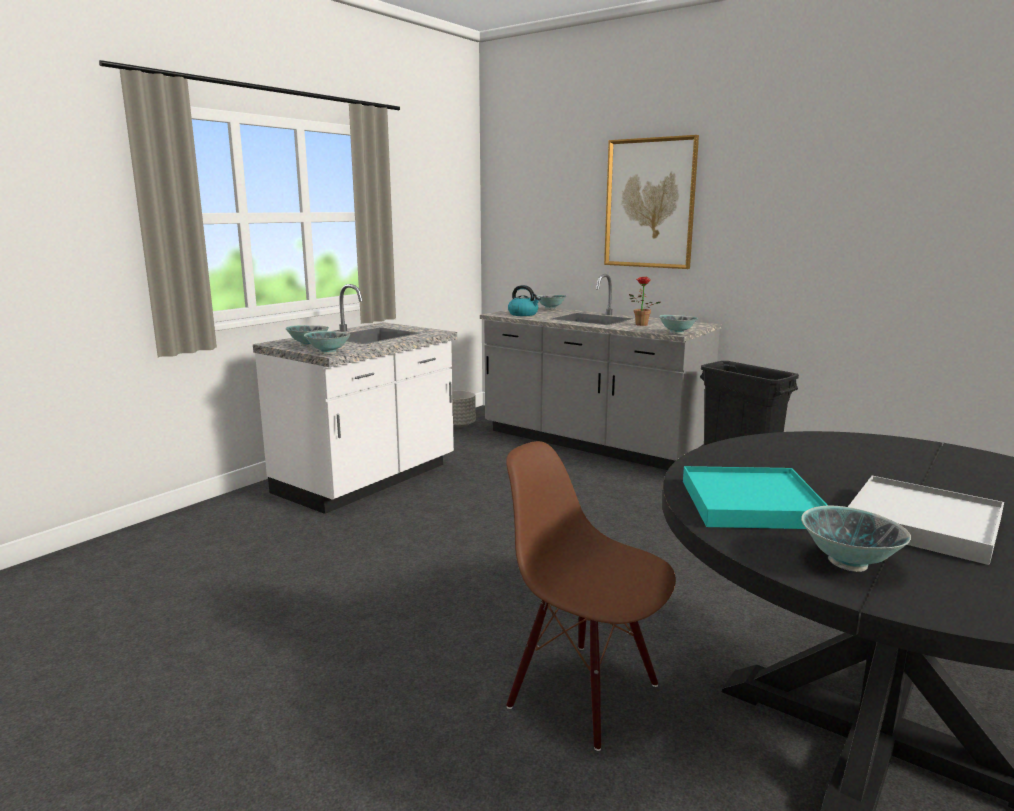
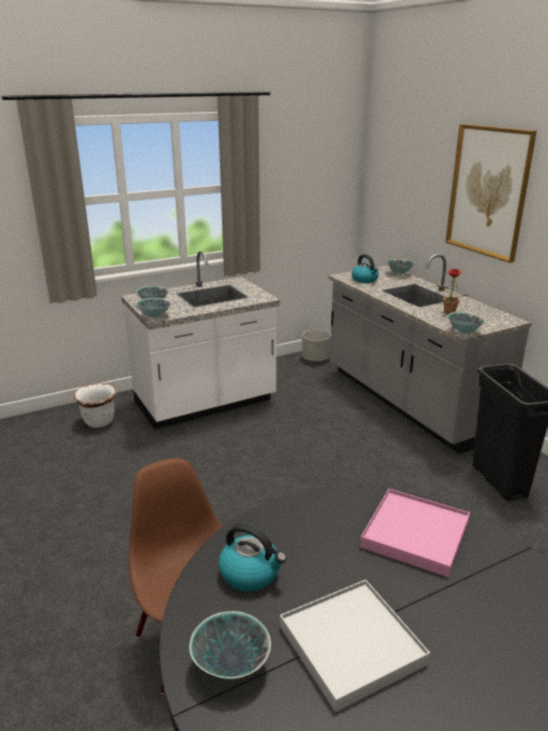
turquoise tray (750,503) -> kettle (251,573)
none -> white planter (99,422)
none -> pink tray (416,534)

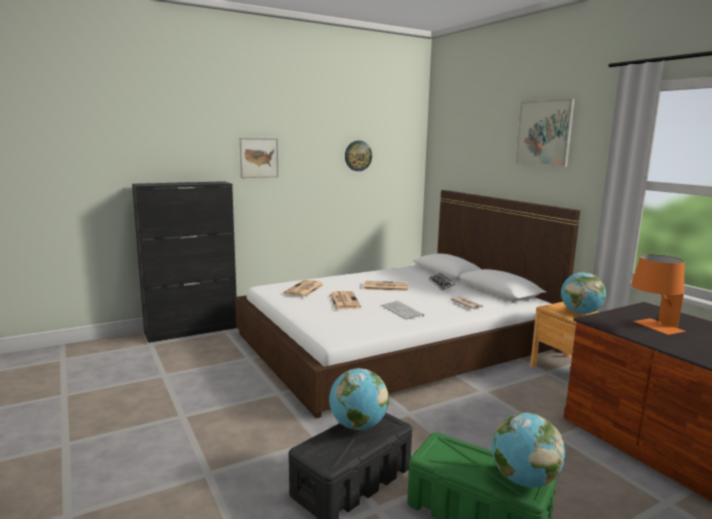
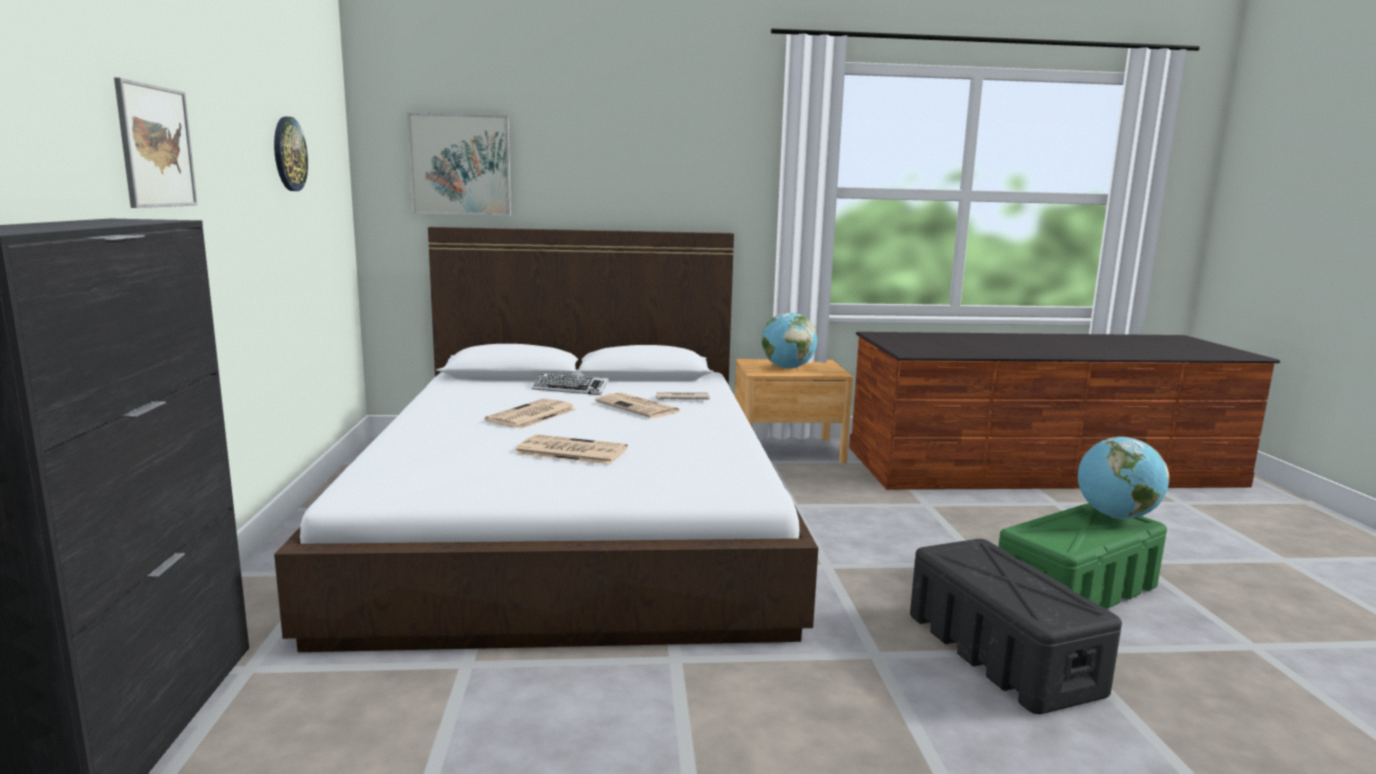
newspaper (304,289) -> newspaper (639,407), shifted
globe (357,426) -> none
keyboard (403,311) -> none
picture (544,133) -> picture (460,165), shifted
orange table lamp (652,327) -> none

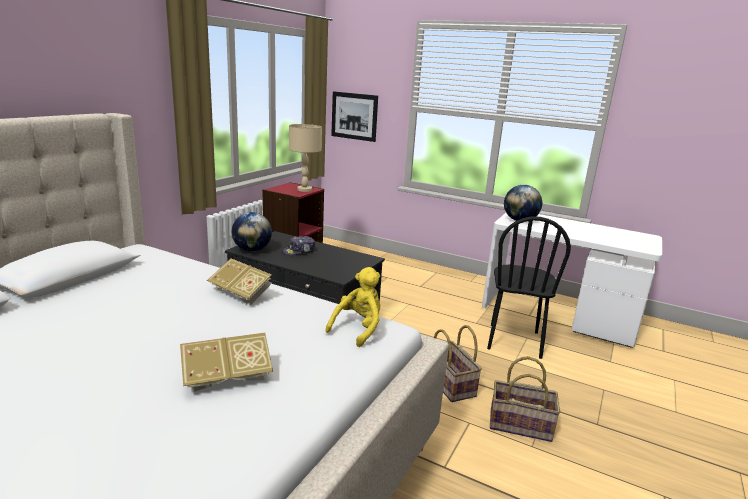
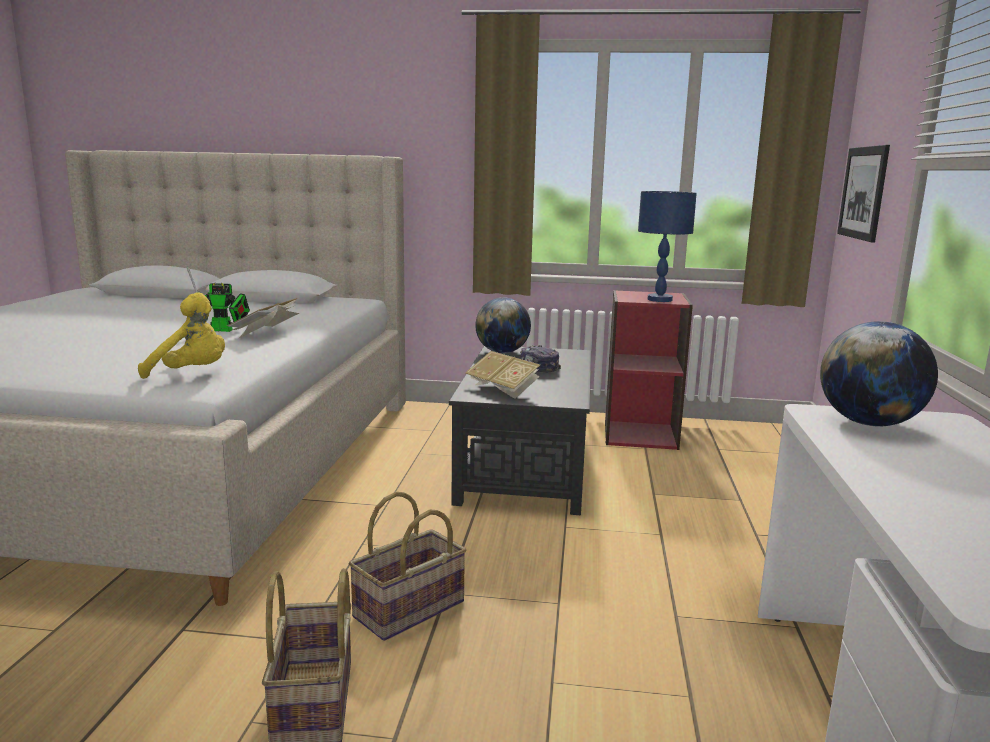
book (227,378) -> book (503,389), shifted
beige table lamp (305,190) -> blue table lamp (660,300)
black chair (514,340) -> none
none -> toy robot (225,330)

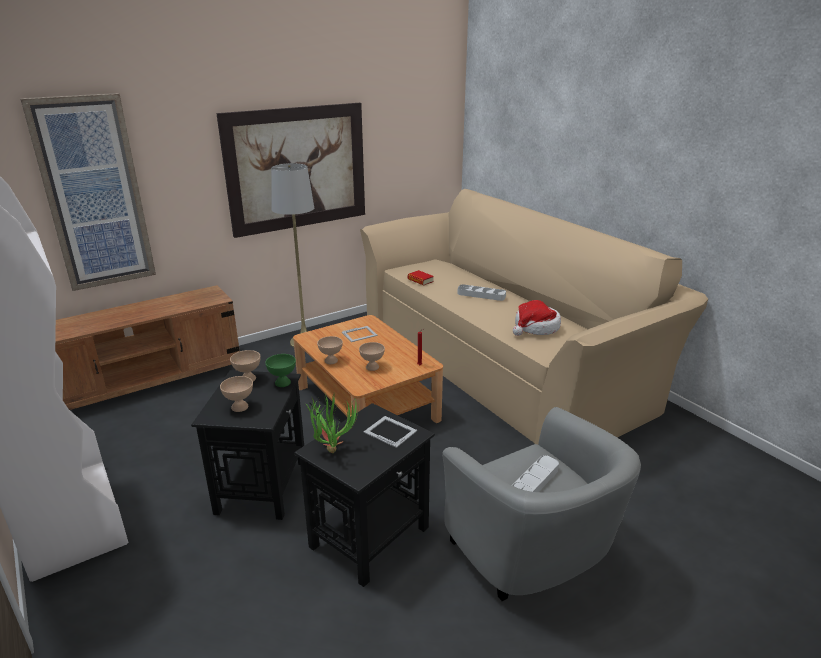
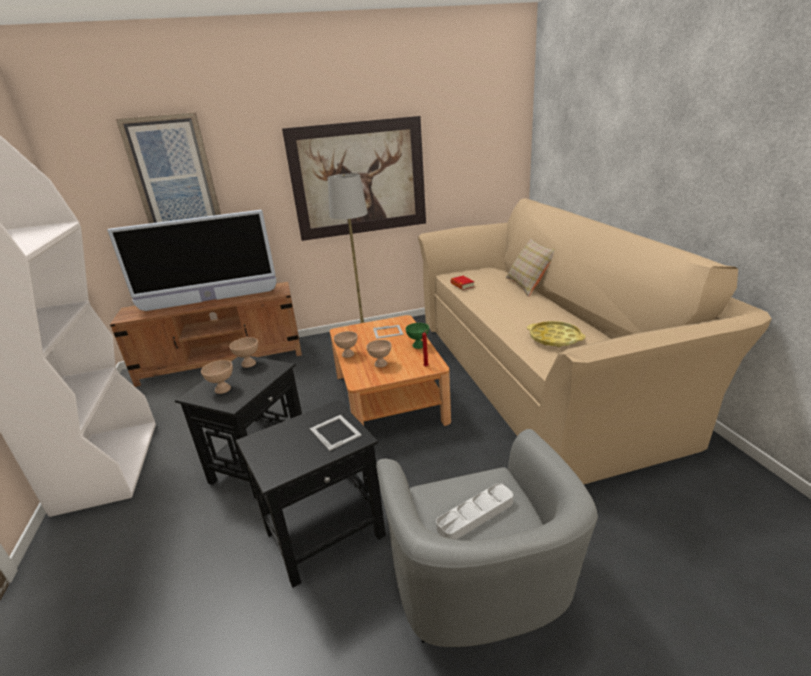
green bowl (283,383) -> green bowl (418,346), shifted
potted plant (332,447) -> none
grey tray (481,295) -> none
hat (536,327) -> yellow tray (554,338)
none -> television (209,300)
none -> beige pillow (529,285)

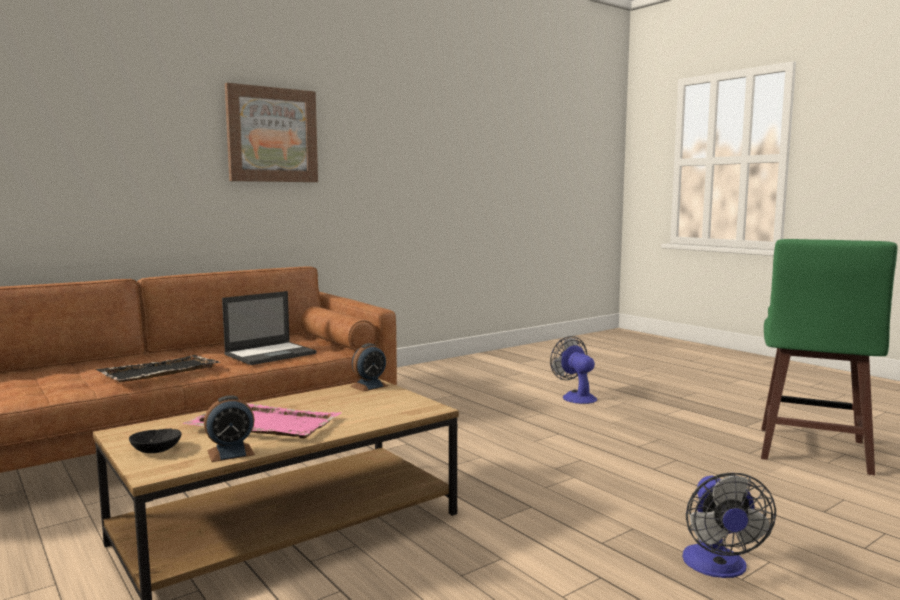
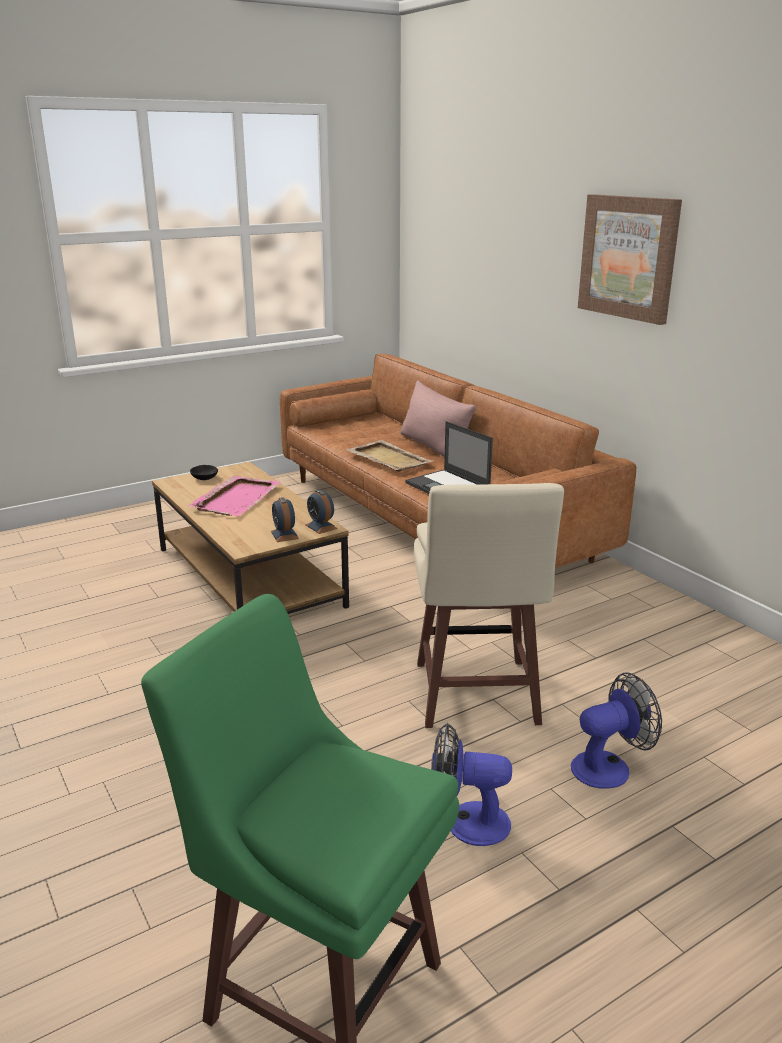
black tray (158,372) -> beige tray (388,458)
alarm clock (230,453) -> alarm clock (284,535), shifted
fan (718,567) -> fan (466,822), shifted
none -> pink pillow (433,447)
none -> beige stool (475,696)

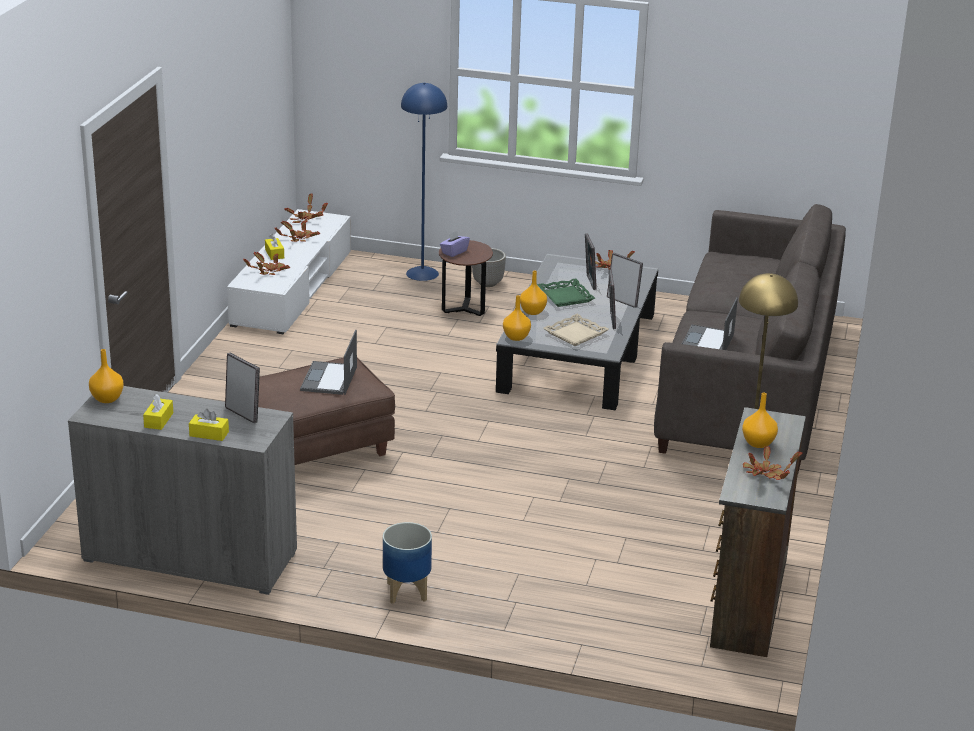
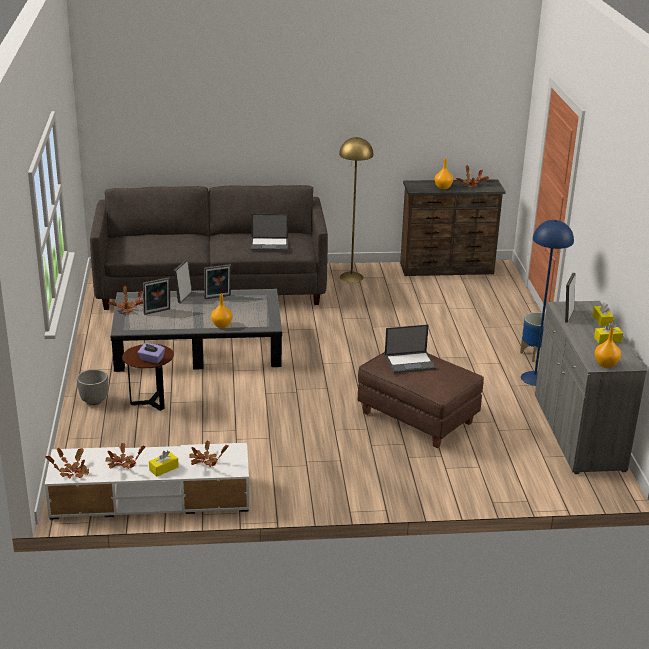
blue floor lamp (422,273) -> blue floor lamp (534,378), shifted
orange vase (516,337) -> none
green tray (565,297) -> none
beige tray (575,334) -> none

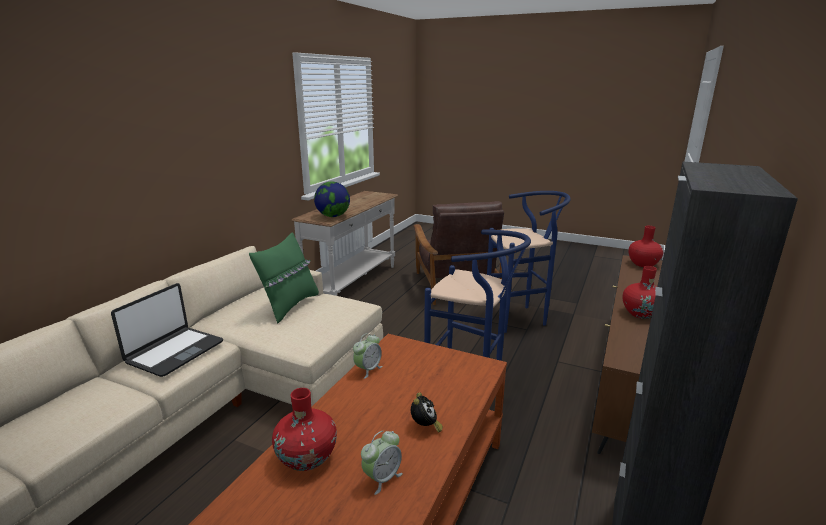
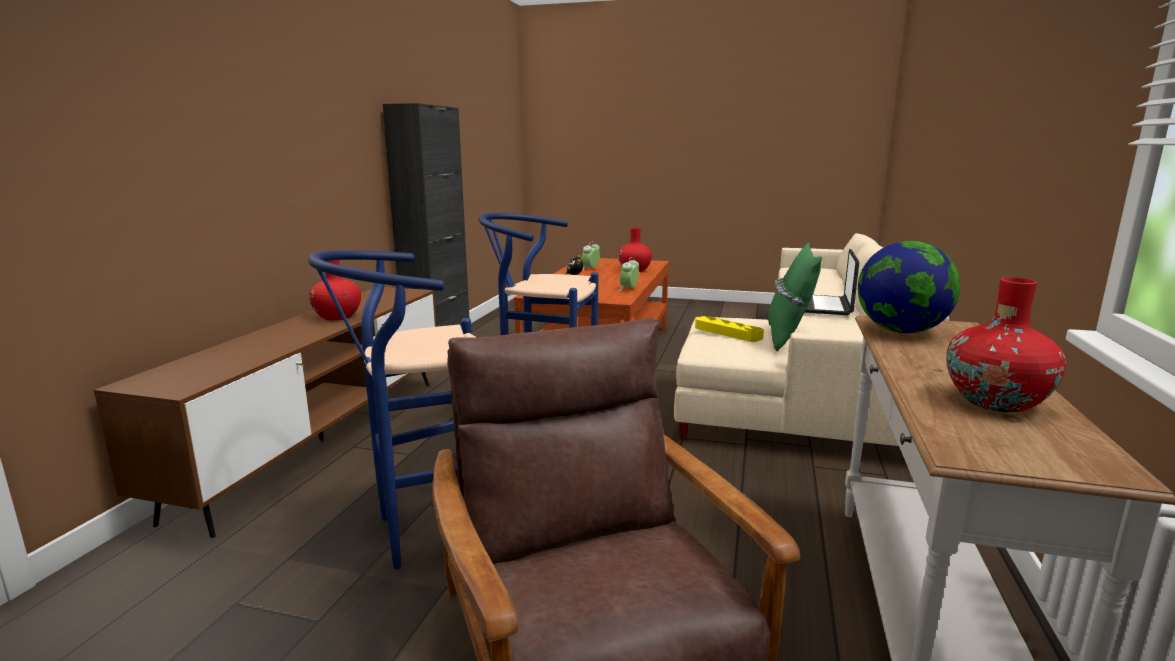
red vase (643,264) -> red vase (996,401), shifted
none -> yellow tray (728,333)

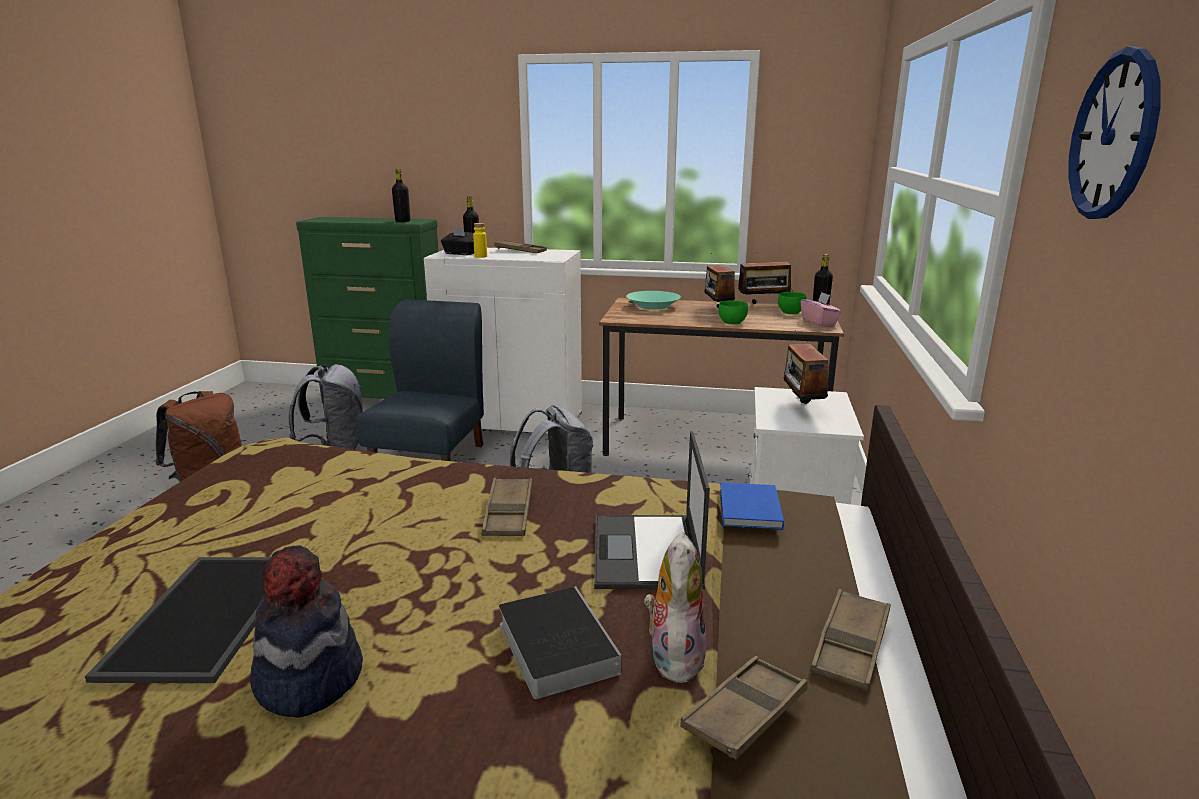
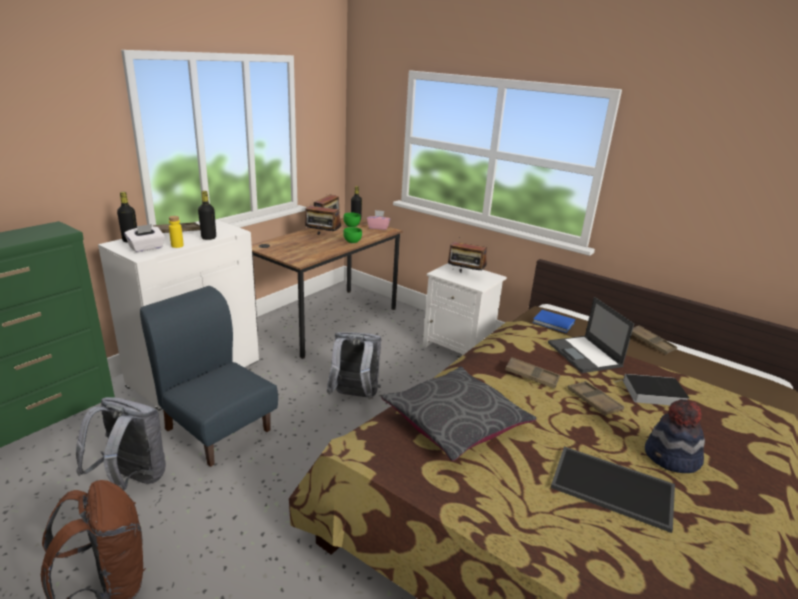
black bottle (402,221) -> black bottle (209,238), shifted
black tissue box (460,253) -> white tissue box (147,248)
laptop (647,553) -> laptop (585,355), 45 degrees clockwise
turquoise bowl (653,306) -> none
plush toy (673,656) -> none
brown tray (745,713) -> brown tray (593,401), shifted
wall clock (1113,136) -> none
none -> grey pillow (455,421)

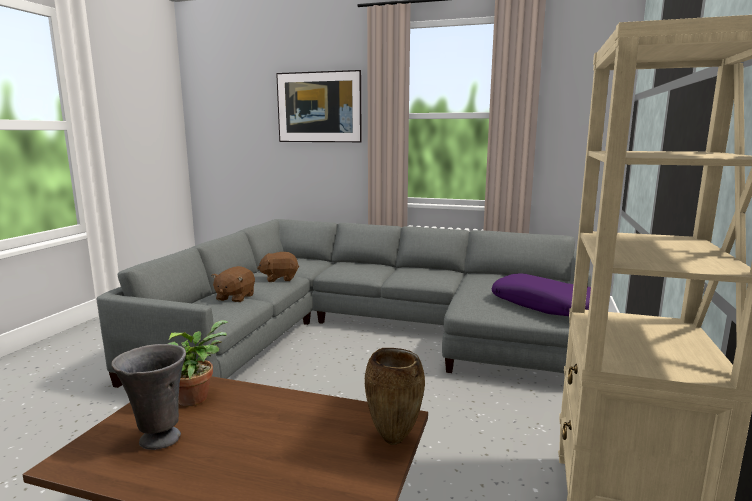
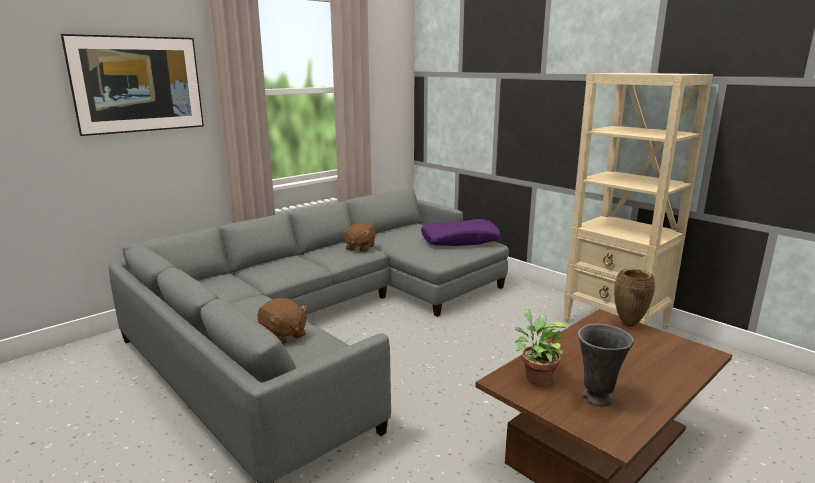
brown plush toy (279,278) -> brown plush toy (360,248), shifted

